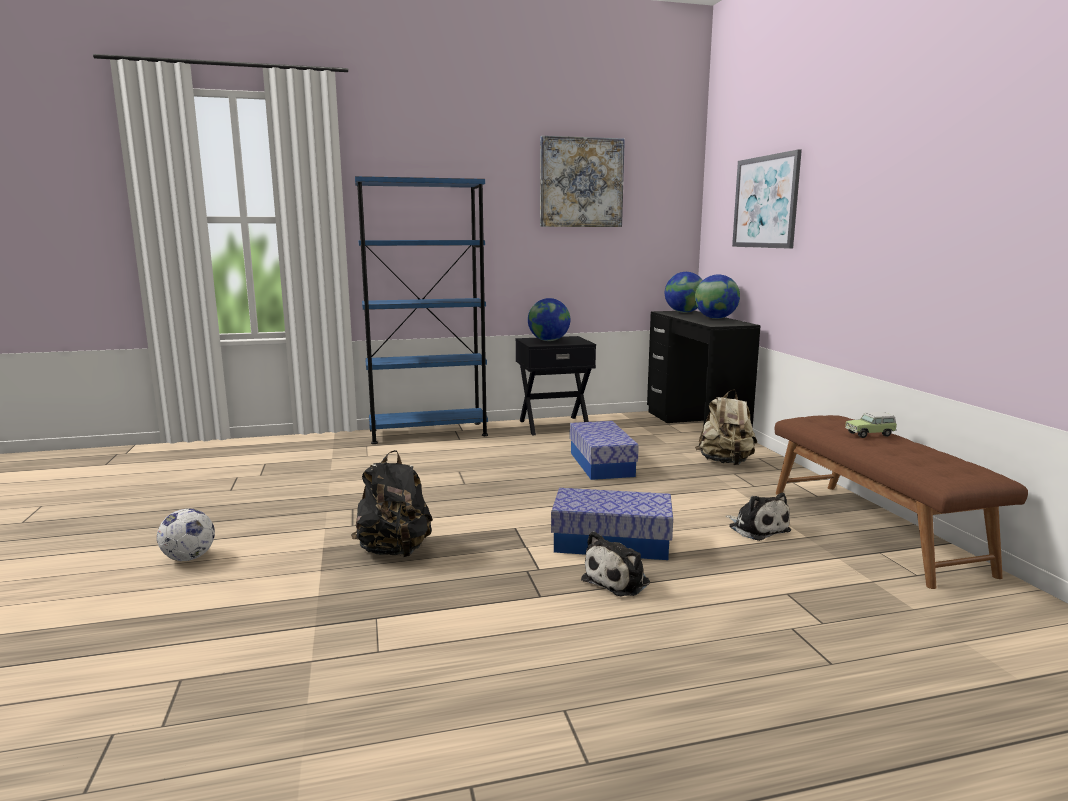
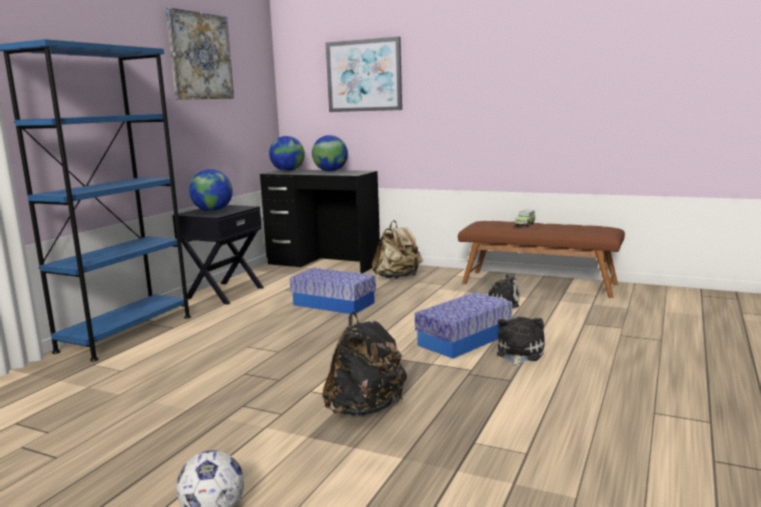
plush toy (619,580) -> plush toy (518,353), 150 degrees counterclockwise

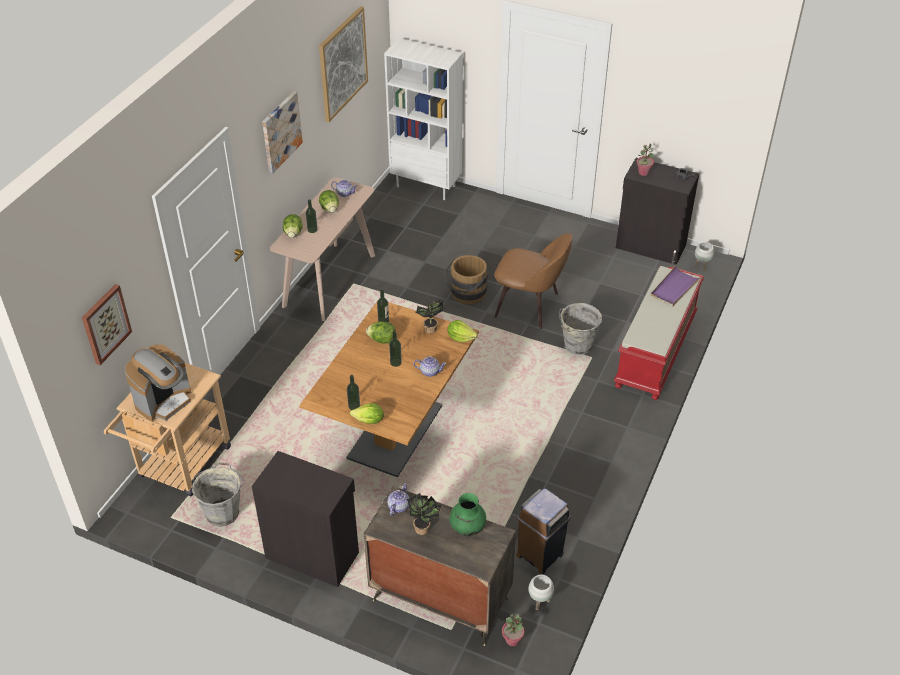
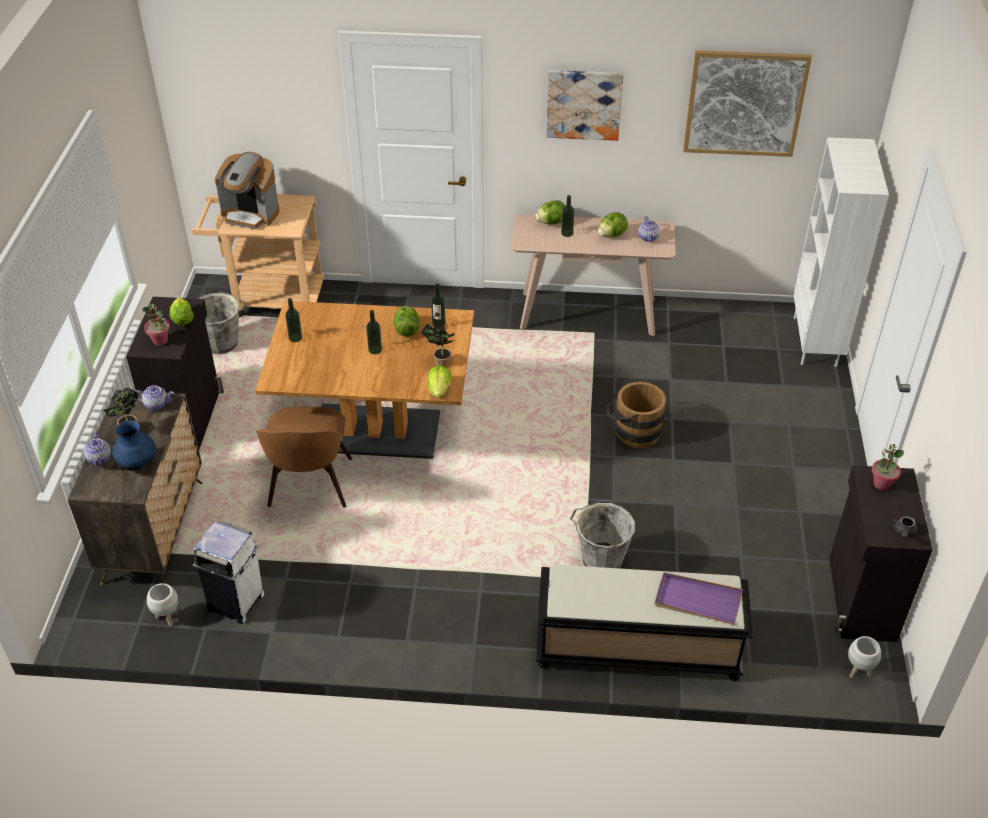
picture (105,324) -> none
lettuce (369,421) -> lettuce (182,320), shifted
teapot (430,371) -> teapot (100,458), shifted
green vase (467,528) -> blue vase (138,464)
brown chair (529,306) -> brown chair (310,486), shifted
potted plant (512,640) -> potted plant (160,340), shifted
brown trash can (540,554) -> white trash can (237,602)
red bench (656,351) -> black bench (636,649)

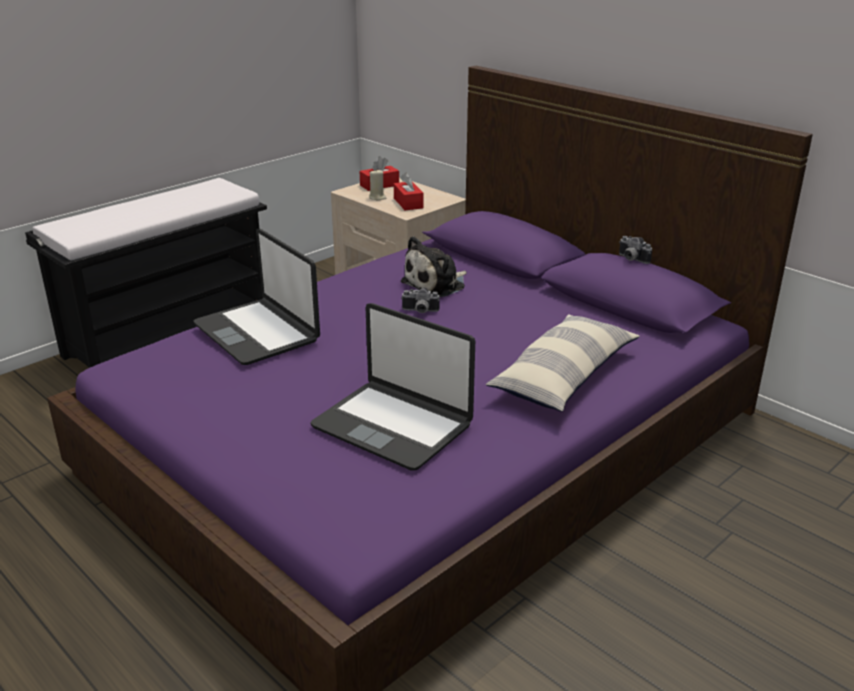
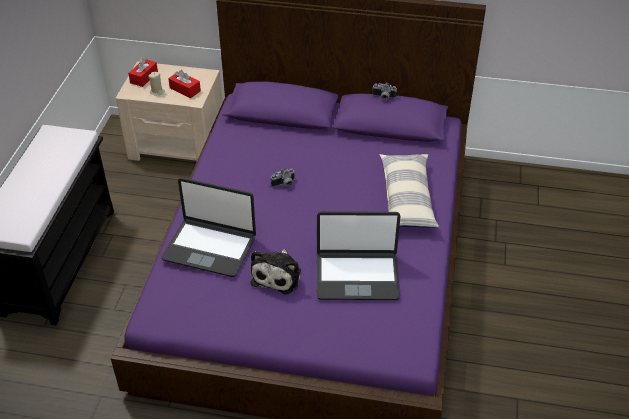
plush toy (436,284) -> plush toy (278,275), shifted

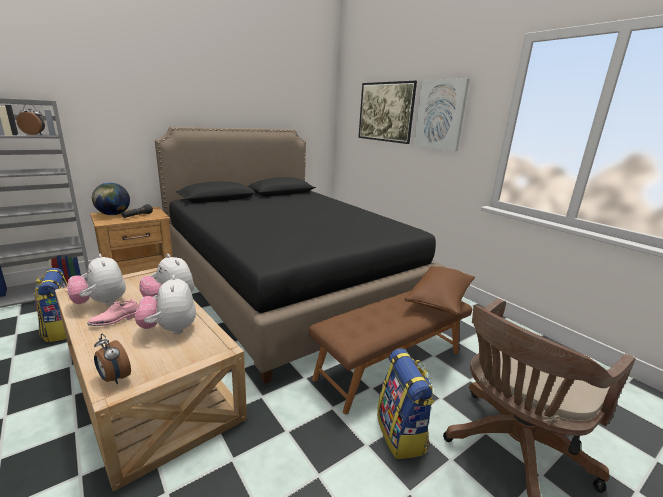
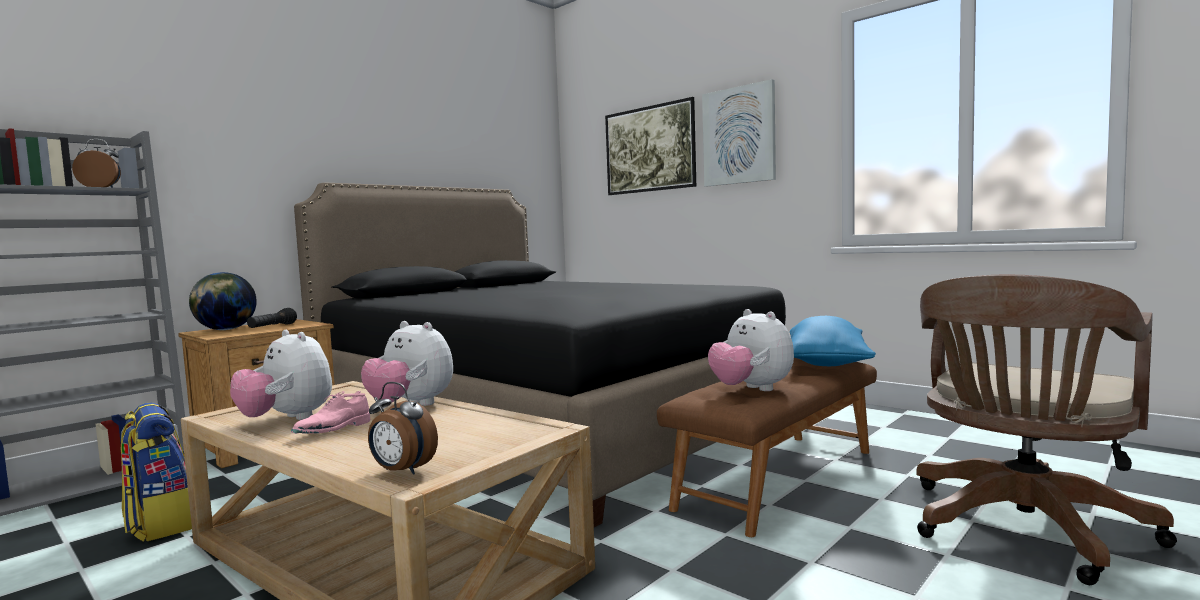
plush toy (170,329) -> plush toy (751,390), shifted
backpack (401,434) -> none
brown pillow (440,300) -> blue pillow (827,363)

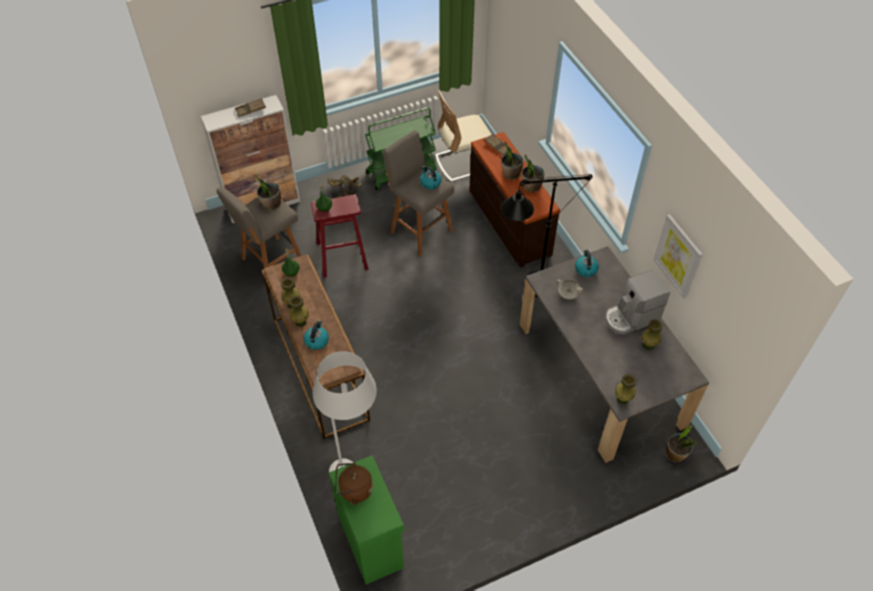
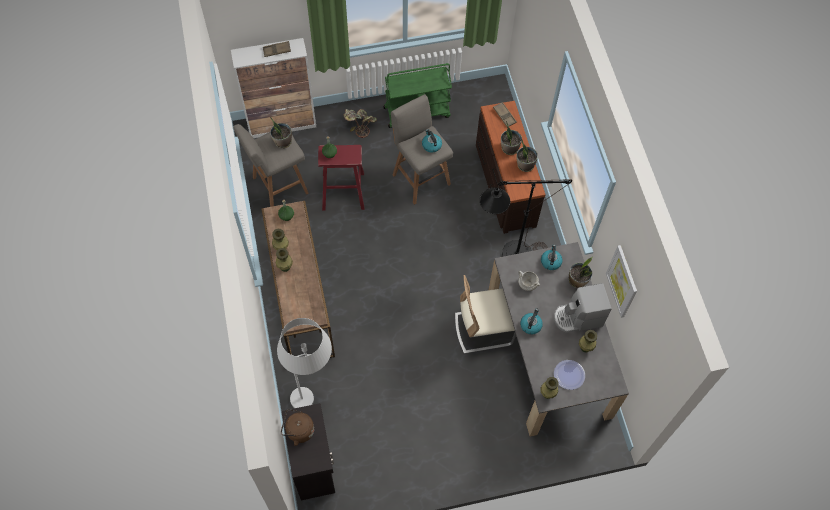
kettle (316,340) -> kettle (530,325), shifted
green cabinet (371,541) -> black cabinet (313,464)
beige chair (463,162) -> beige chair (483,329), shifted
potted plant (675,454) -> potted plant (577,280), shifted
none -> plate (569,375)

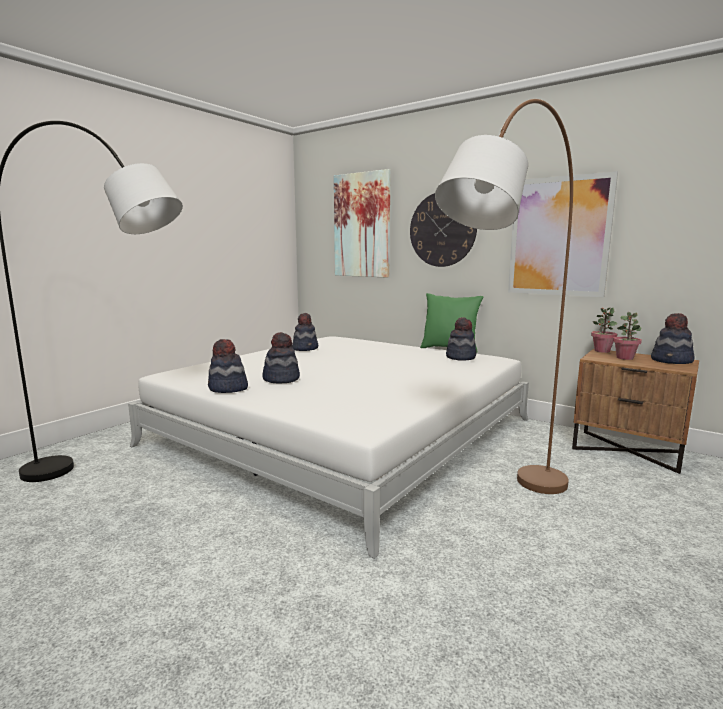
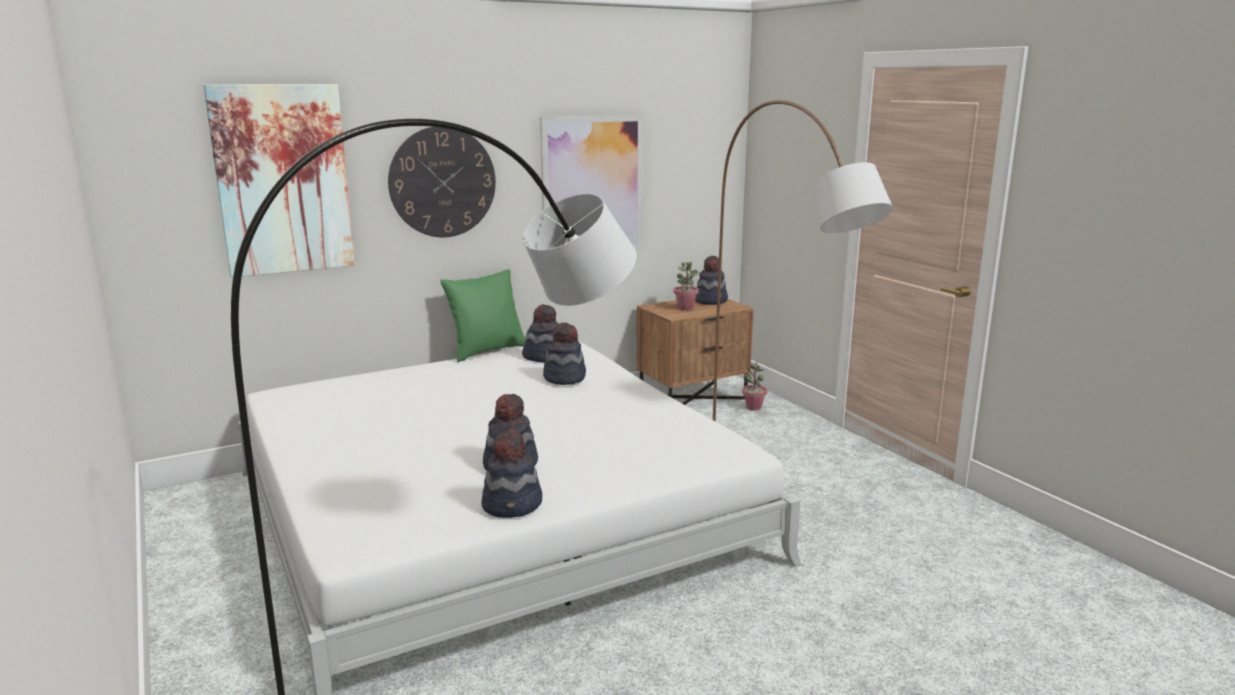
hat (305,348) -> hat (564,378), shifted
potted plant (602,351) -> potted plant (753,407), shifted

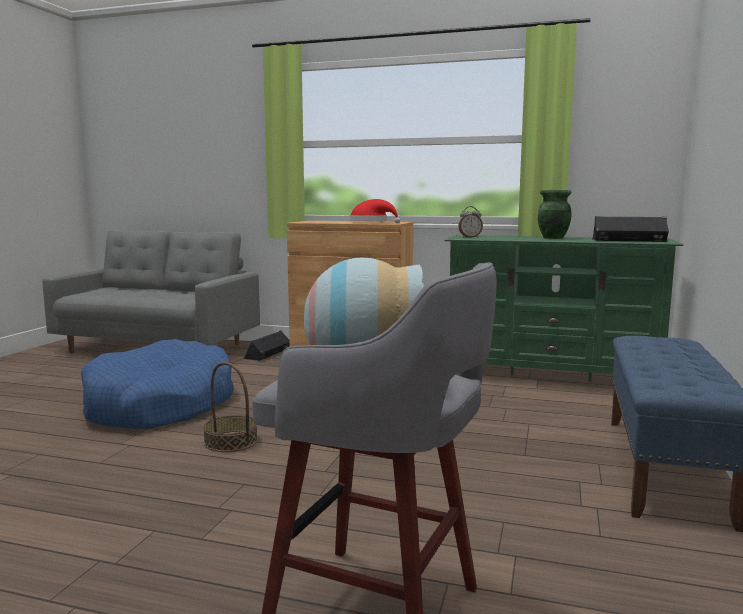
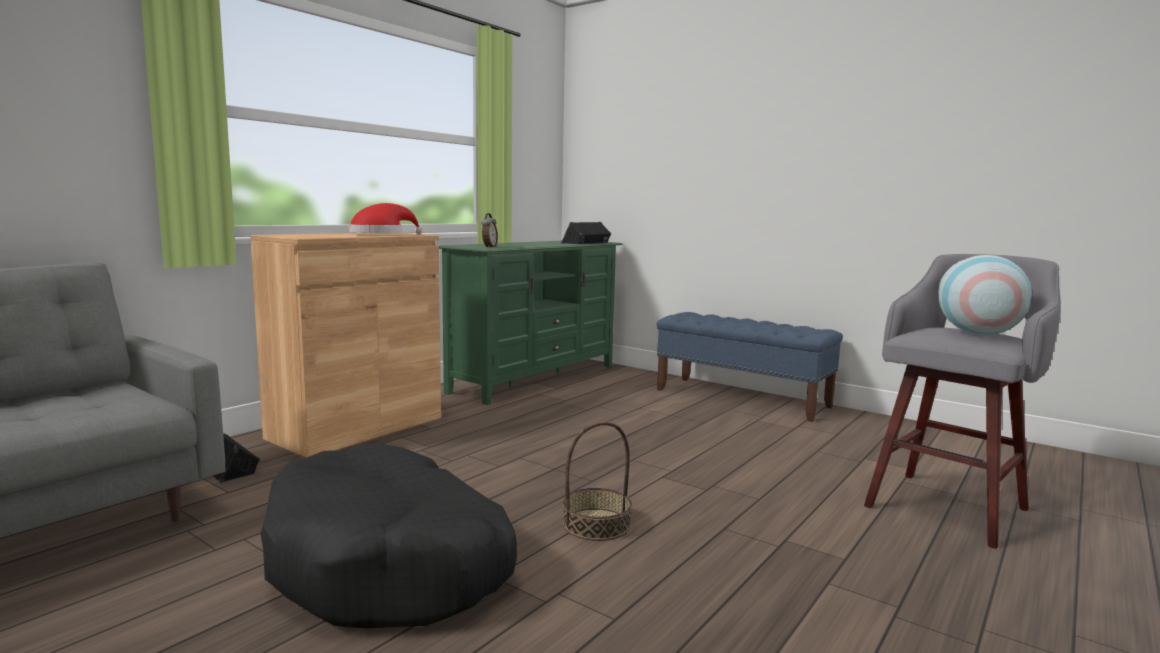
blue dog bed (160,405) -> black dog bed (390,563)
green vase (553,238) -> none

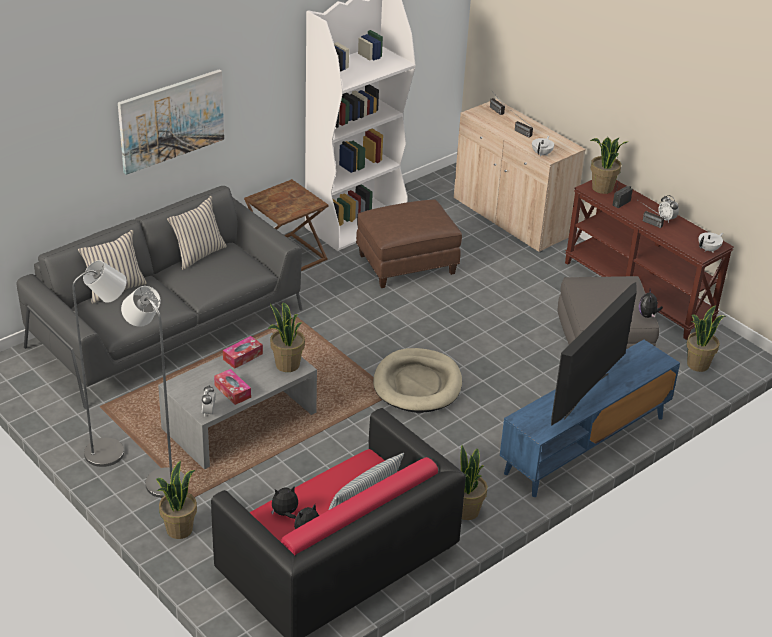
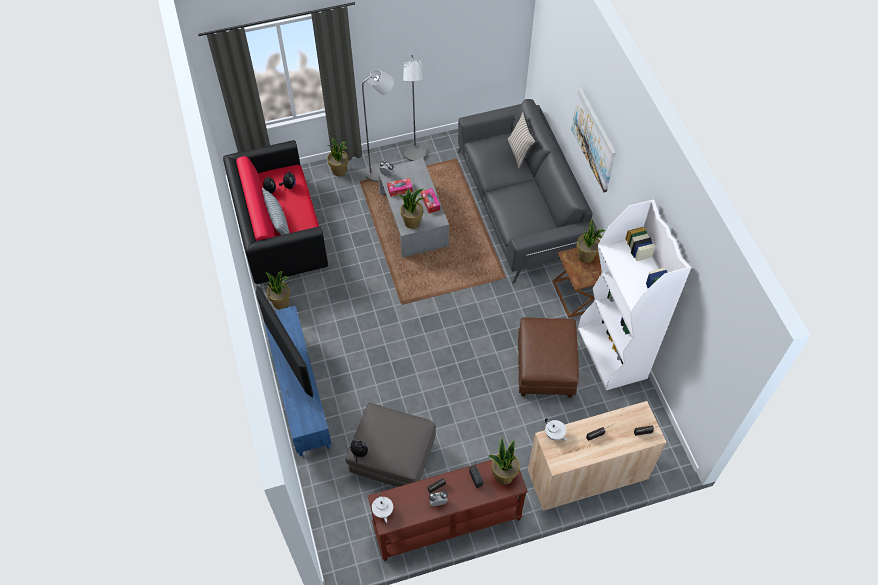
beige pillow (198,254) -> none
beige dog bed (417,384) -> none
potted plant (697,364) -> potted plant (586,256), shifted

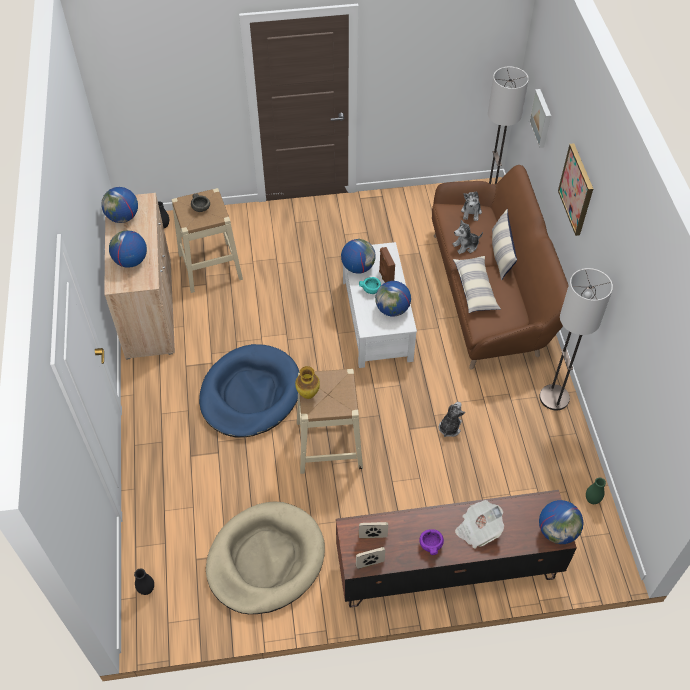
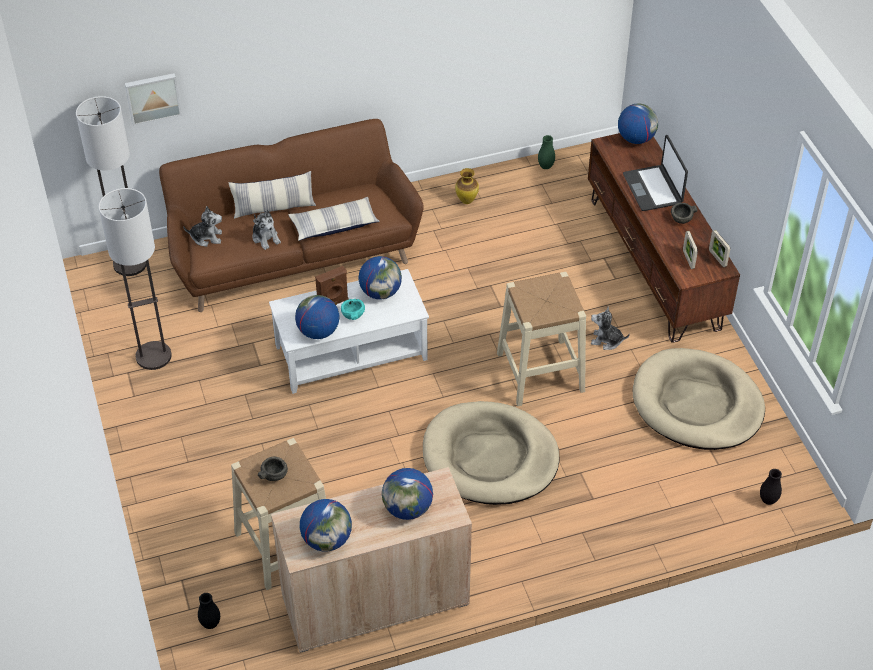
blue dog bed (250,394) -> beige dog bed (490,457)
vase (308,394) -> vase (466,200), shifted
purple bowl (430,544) -> grey bowl (681,219)
plush toy (449,427) -> plush toy (606,340), shifted
newspaper (478,529) -> laptop (653,189)
floor lamp (554,398) -> floor lamp (153,356), shifted
picture (577,189) -> none

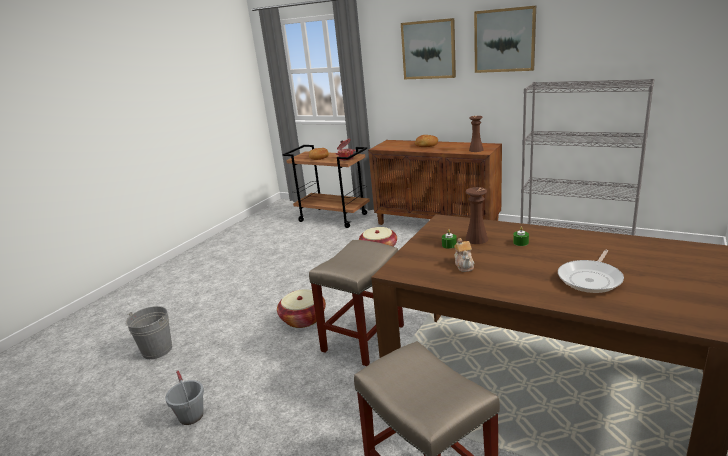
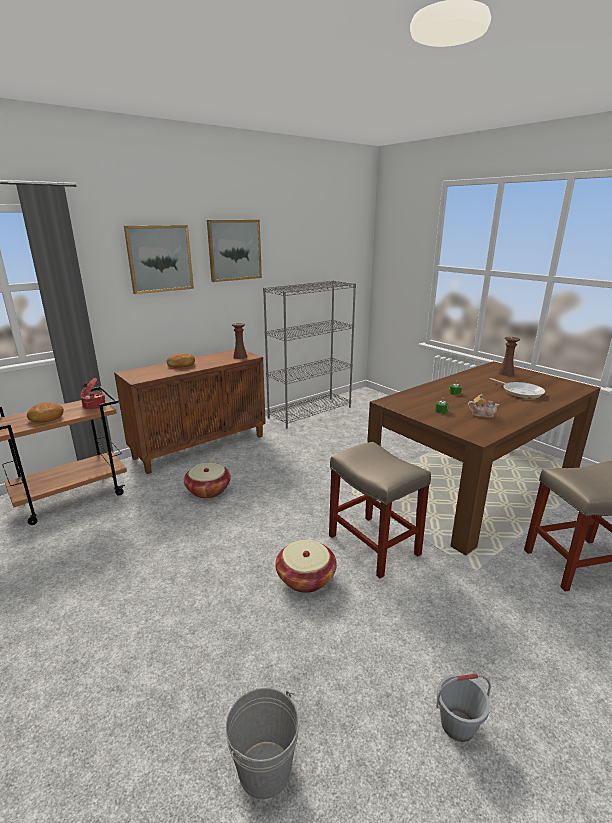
brown vase (476,239) -> brown vase (506,373), shifted

